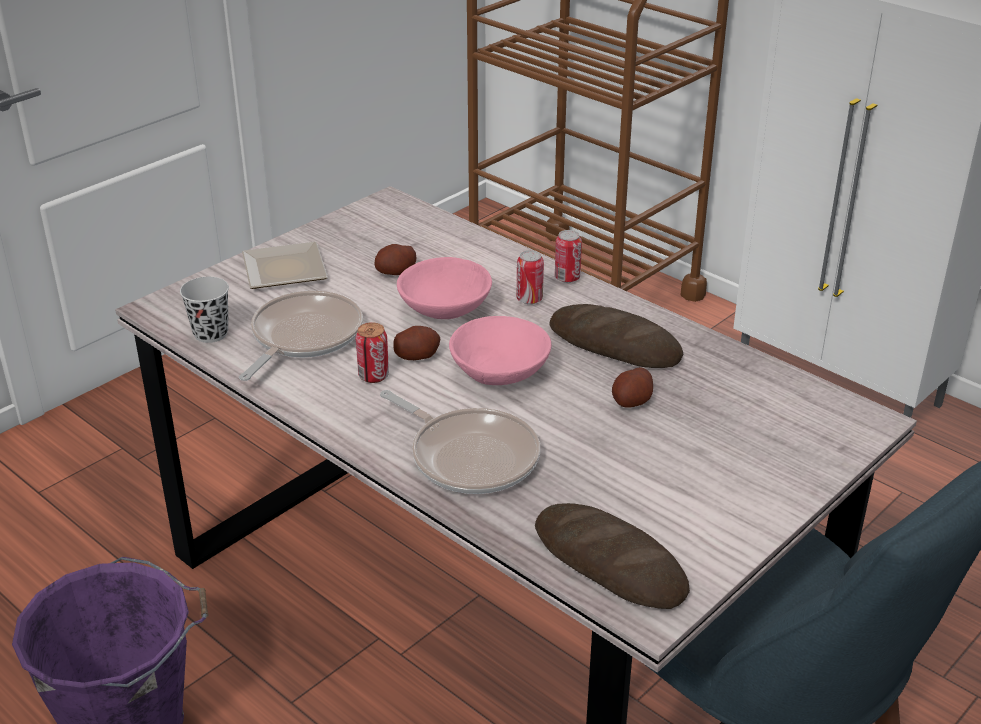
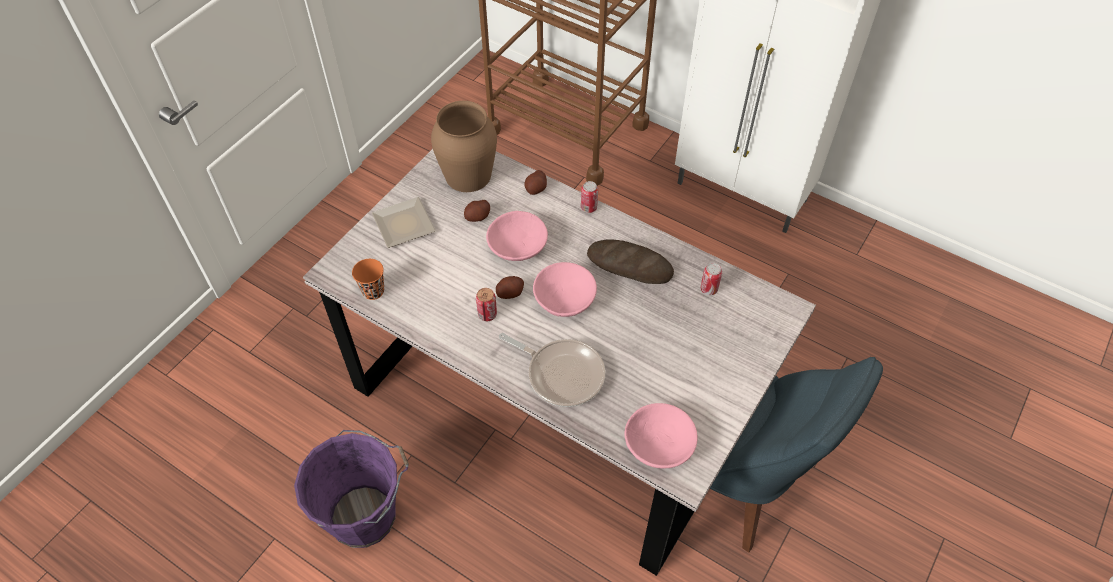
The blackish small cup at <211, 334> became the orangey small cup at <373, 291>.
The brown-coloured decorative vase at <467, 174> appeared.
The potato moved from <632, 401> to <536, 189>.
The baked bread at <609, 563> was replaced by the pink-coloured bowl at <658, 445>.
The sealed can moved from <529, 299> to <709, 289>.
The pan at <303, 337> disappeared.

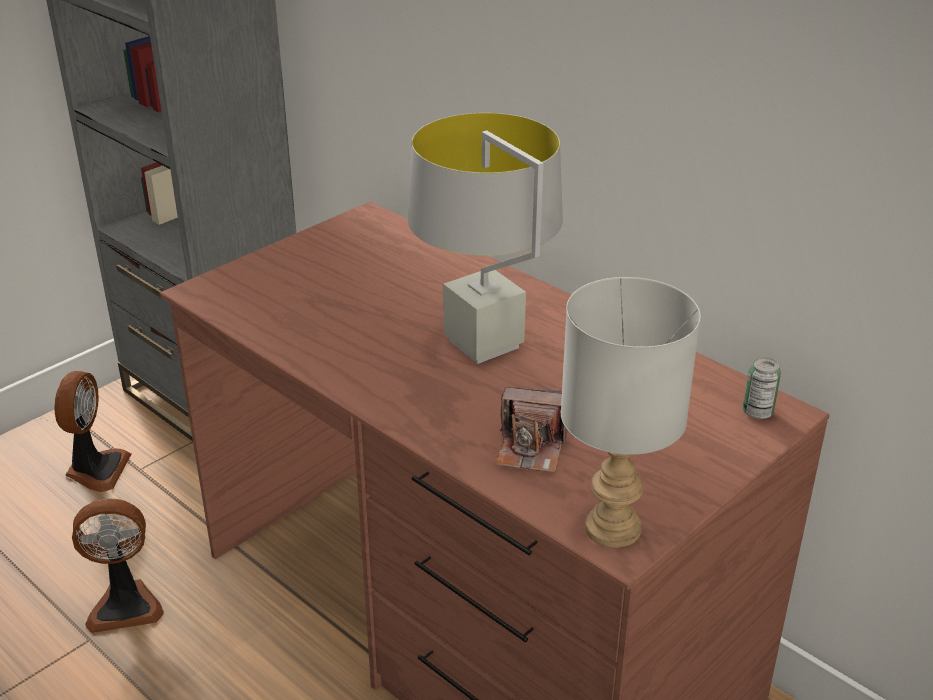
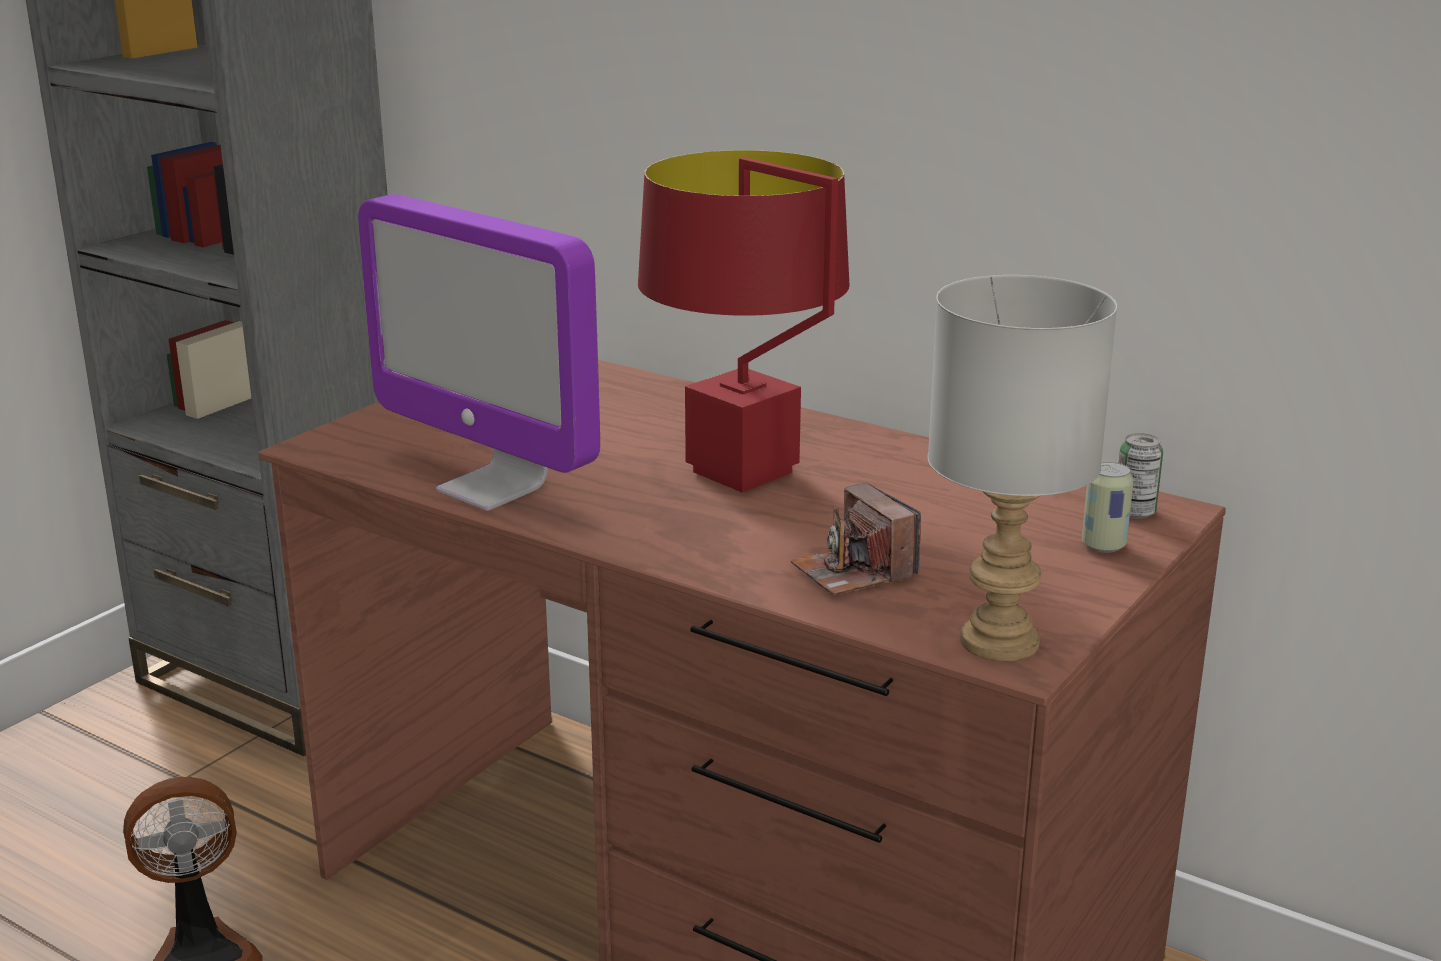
The monitor at <492, 488> appeared.
The greyish tabletop lamp at <484, 345> became the red-coloured tabletop lamp at <743, 473>.
The still camera at <531, 449> turned 60 degrees clockwise.
The sealed can at <1103, 545> appeared.
The cooling fan at <96, 470> disappeared.

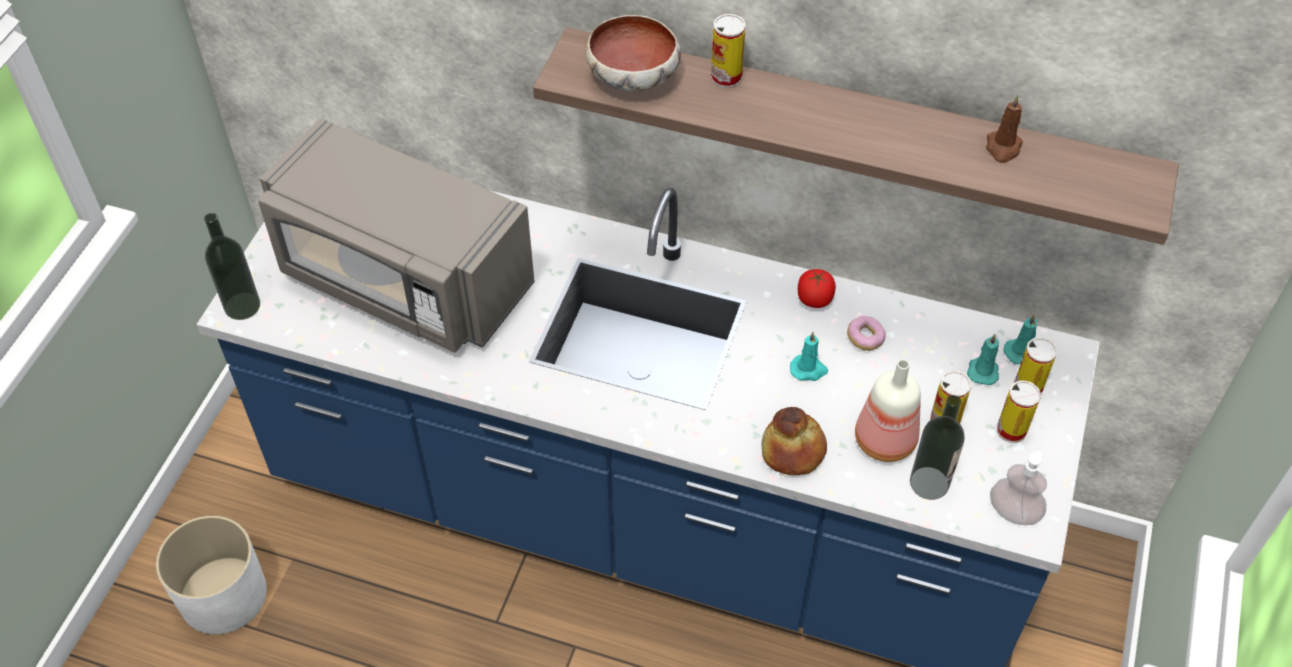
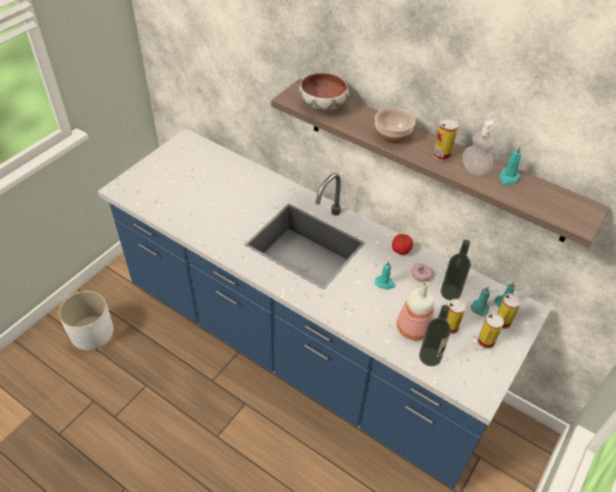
The bowl at <393, 135> appeared.
The sealed can moved from <726, 77> to <441, 155>.
The drink bottle moved from <242, 306> to <450, 292>.
The liquid soap bottle moved from <1013, 512> to <474, 170>.
The brown-coloured wax light at <1003, 148> became the turquoise wax light at <508, 178>.
The greyish microwave oven at <403, 280> disappeared.
The baked bread at <794, 450> disappeared.

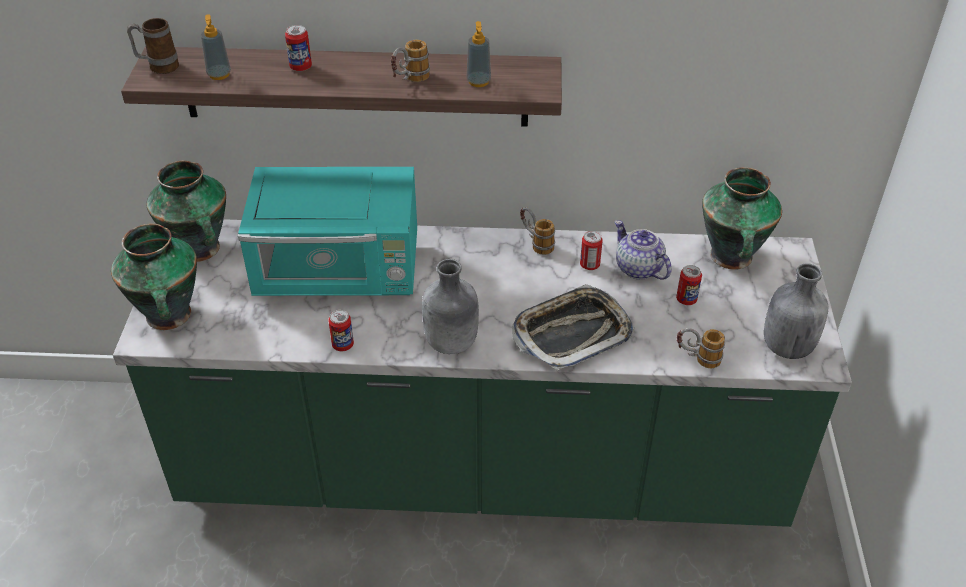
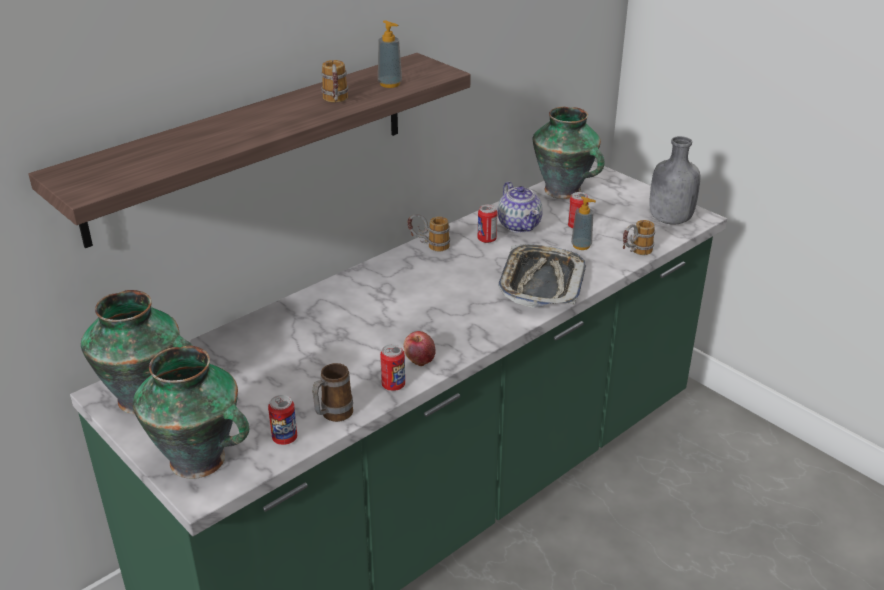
The sealed can moved from <301, 67> to <285, 438>.
The mug moved from <158, 67> to <332, 416>.
The apple fruit at <419, 359> appeared.
The tea pot at <638, 268> turned 120 degrees counterclockwise.
The liquid soap bottle moved from <219, 75> to <581, 246>.
The turquoise microwave oven at <340, 273> disappeared.
The greyish drink bottle at <451, 343> disappeared.

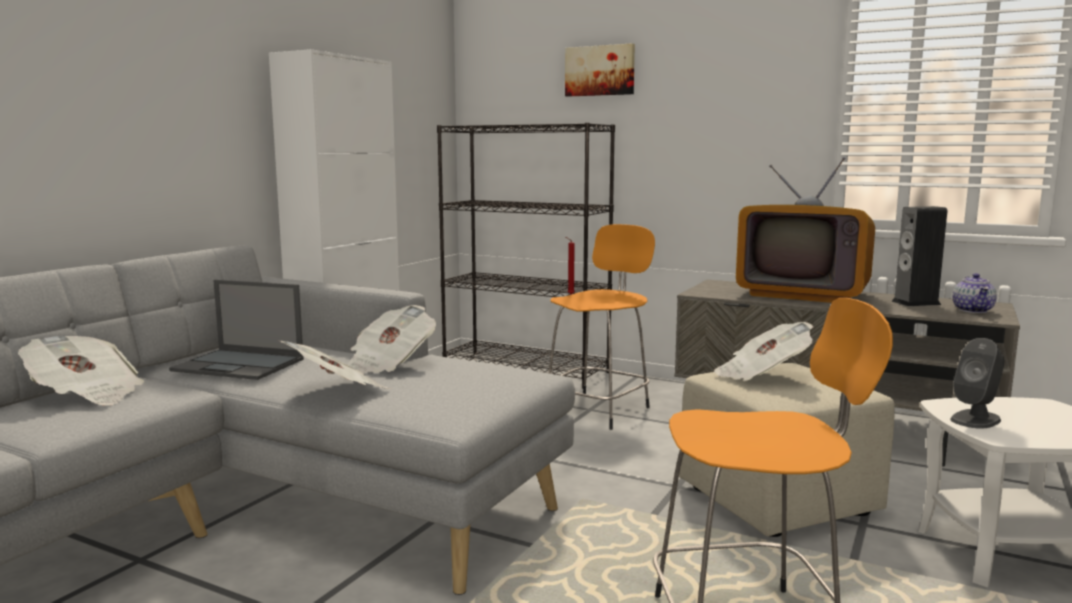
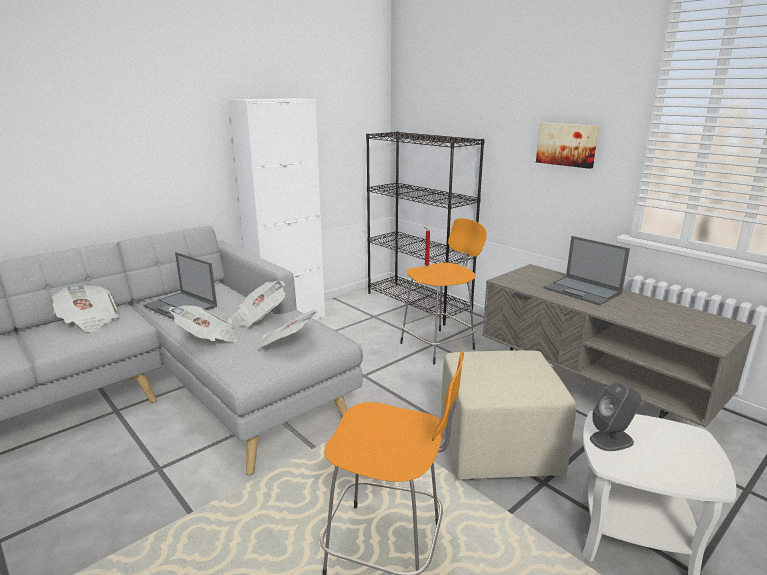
The daily paper moved from <761, 375> to <287, 343>.
The picture moved from <600, 71> to <567, 144>.
The TV set at <803, 294> was replaced by the laptop at <583, 291>.
The audio speaker at <915, 303> disappeared.
The tea pot at <973, 310> disappeared.

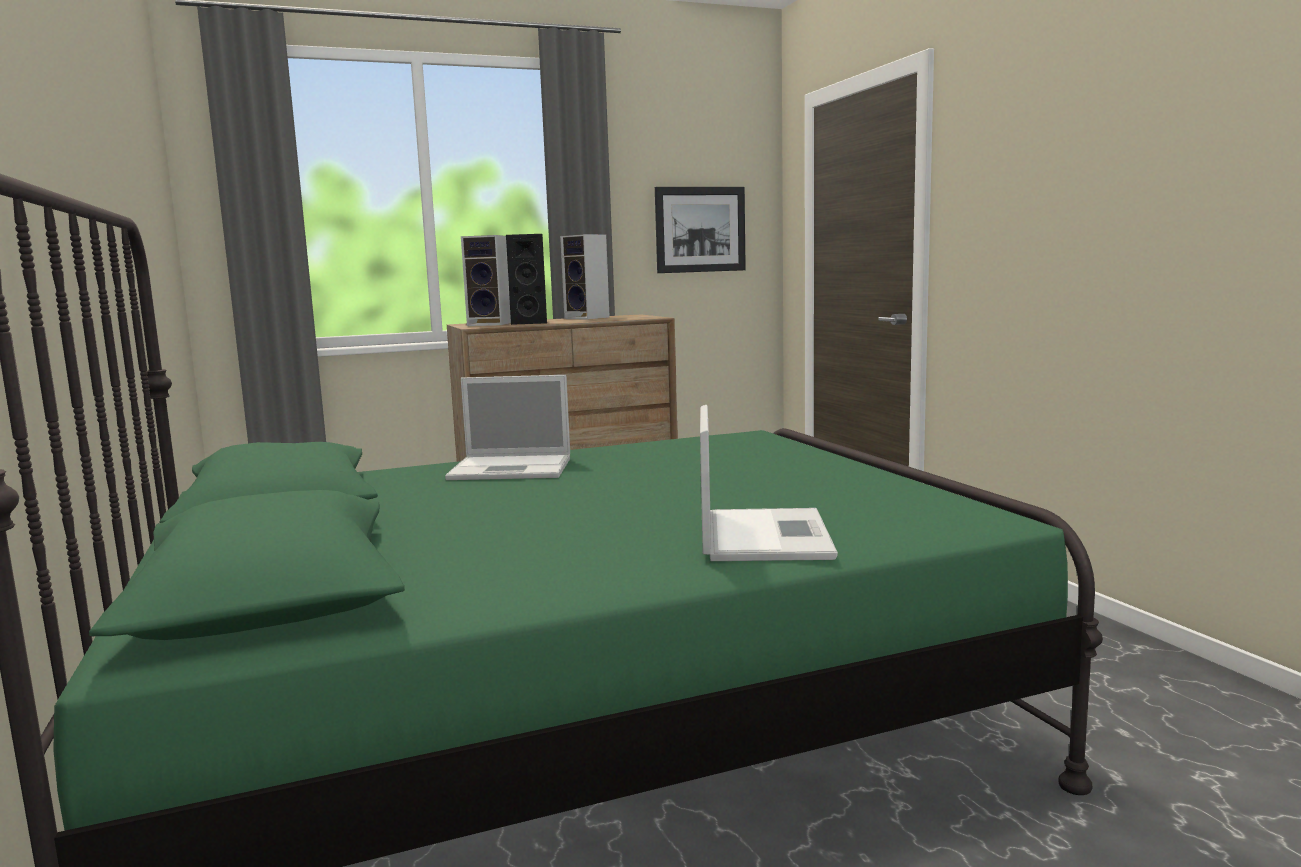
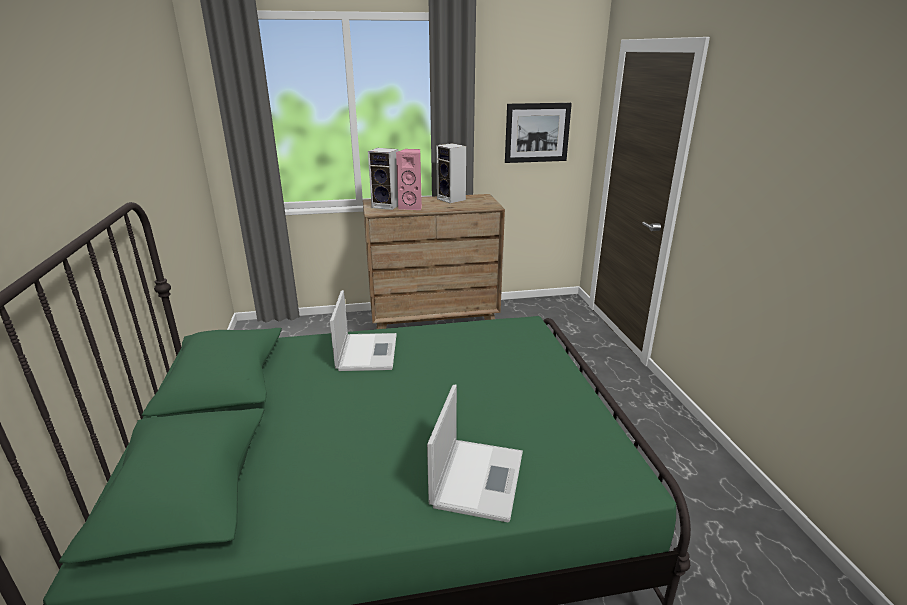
The laptop at <513, 468> turned 105 degrees counterclockwise.
The blackish audio speaker at <531, 323> became the pink-coloured audio speaker at <412, 207>.

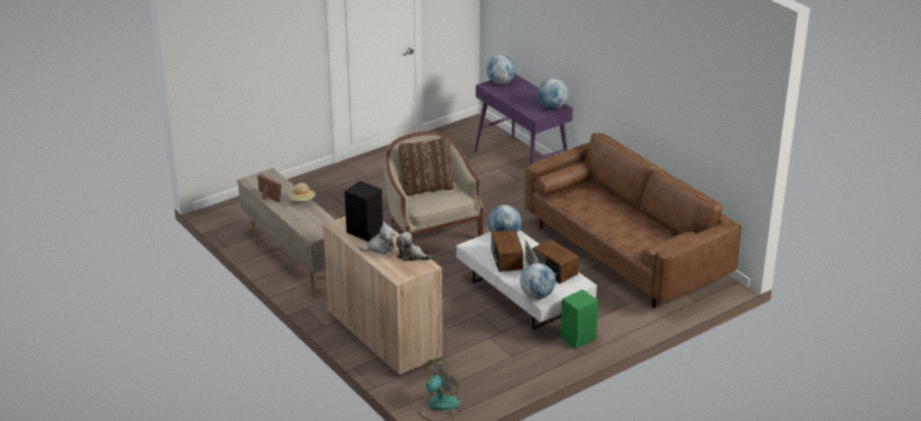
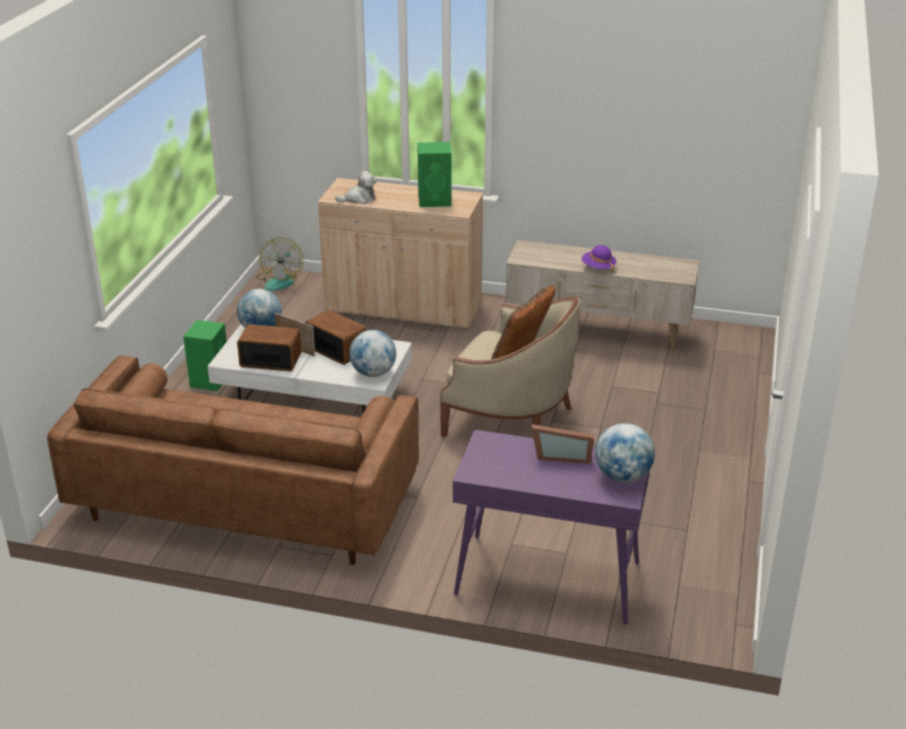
The blackish audio speaker at <364, 231> became the green audio speaker at <435, 200>.
The standing frame moved from <268, 197> to <561, 456>.
The beige wearable hat at <302, 201> became the purple wearable hat at <598, 268>.
The plush toy at <380, 248> disappeared.
The globe at <552, 107> disappeared.

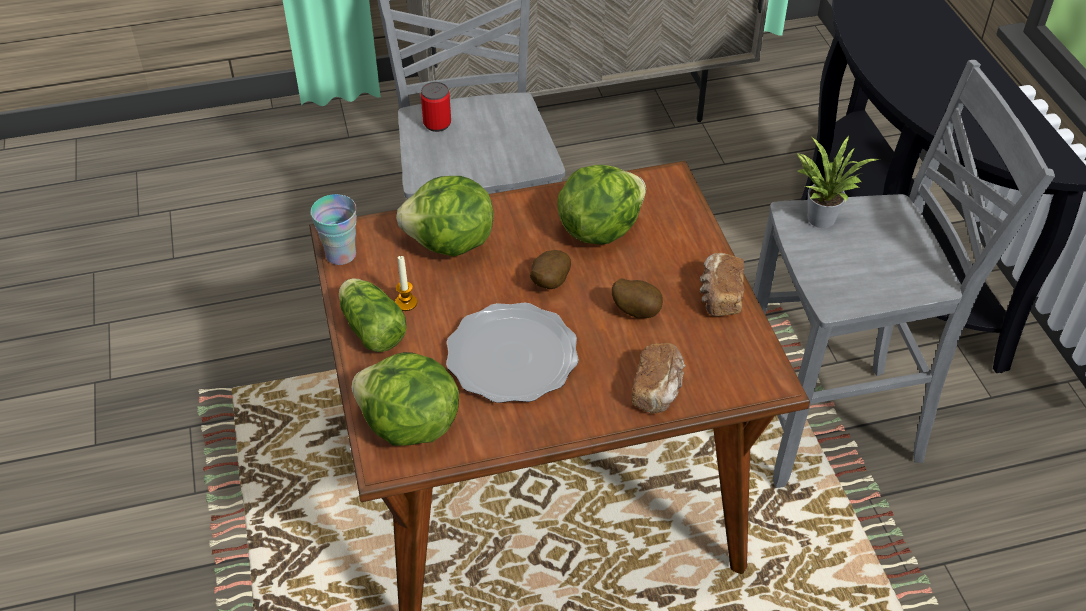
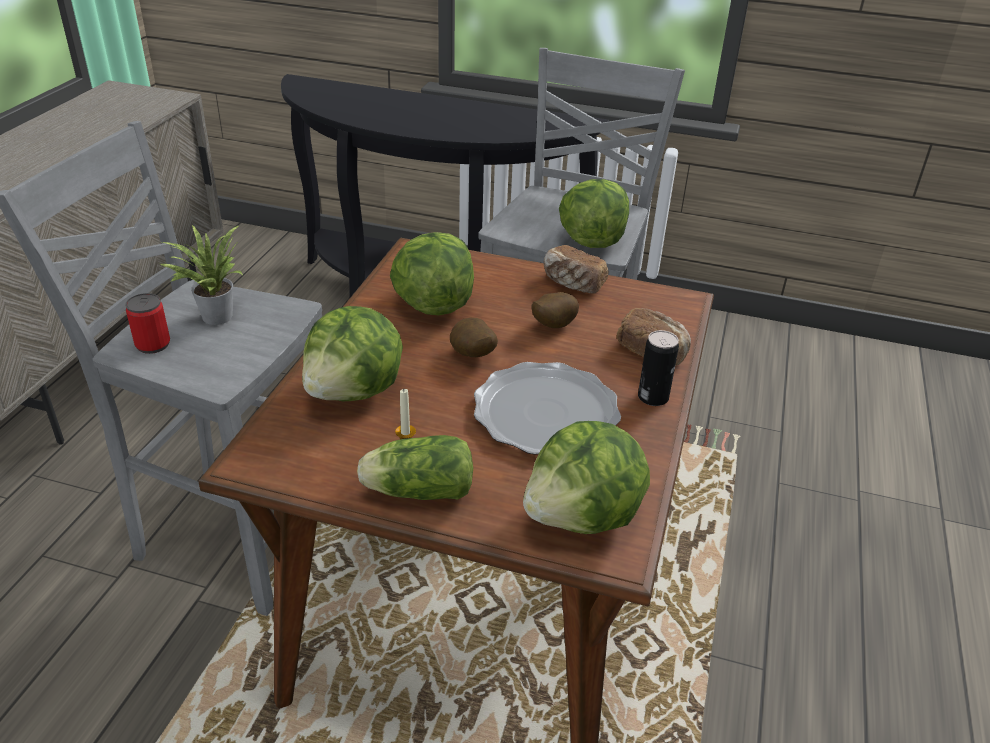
The plant in a pot moved from <820, 216> to <214, 315>.
The lettuce at <591, 241> appeared.
The sealed can at <653, 397> appeared.
The small cup at <341, 255> disappeared.

